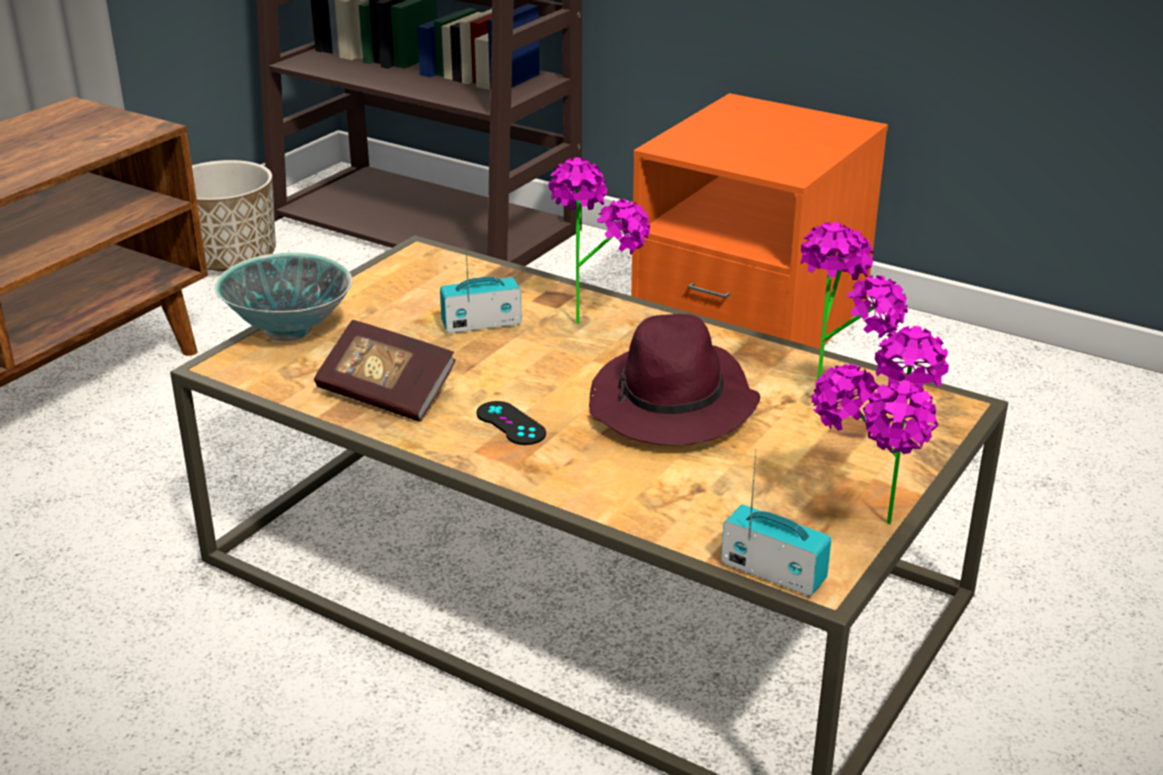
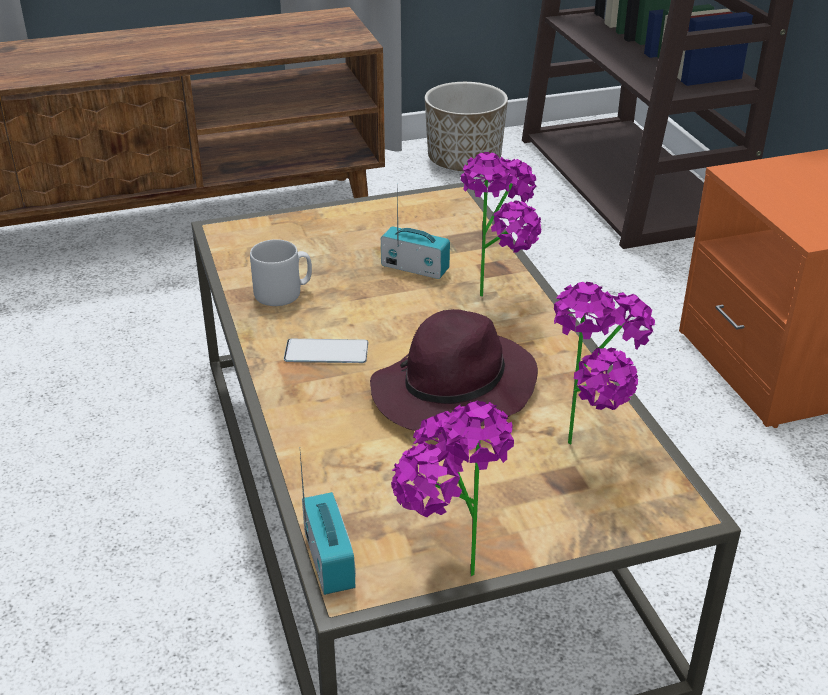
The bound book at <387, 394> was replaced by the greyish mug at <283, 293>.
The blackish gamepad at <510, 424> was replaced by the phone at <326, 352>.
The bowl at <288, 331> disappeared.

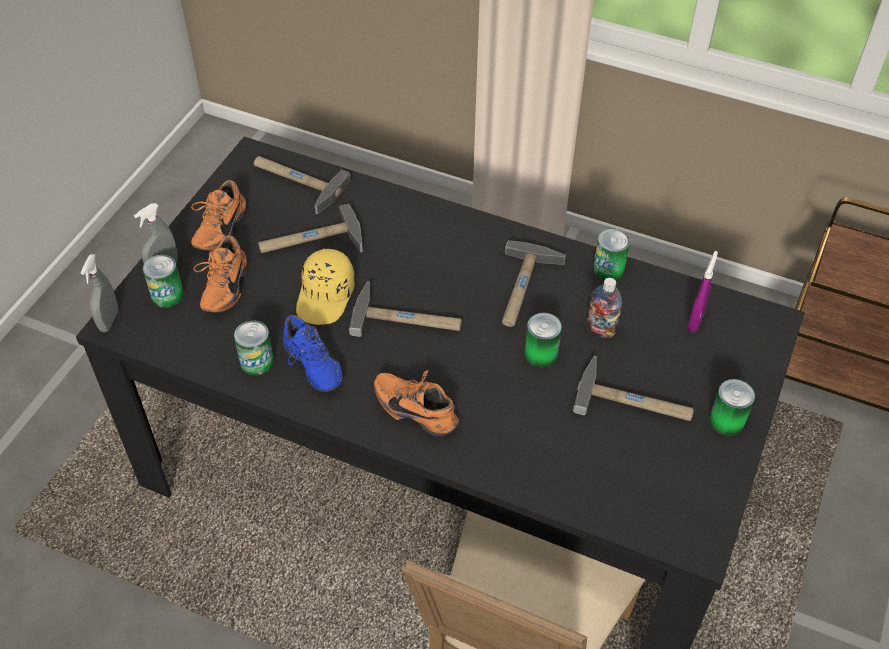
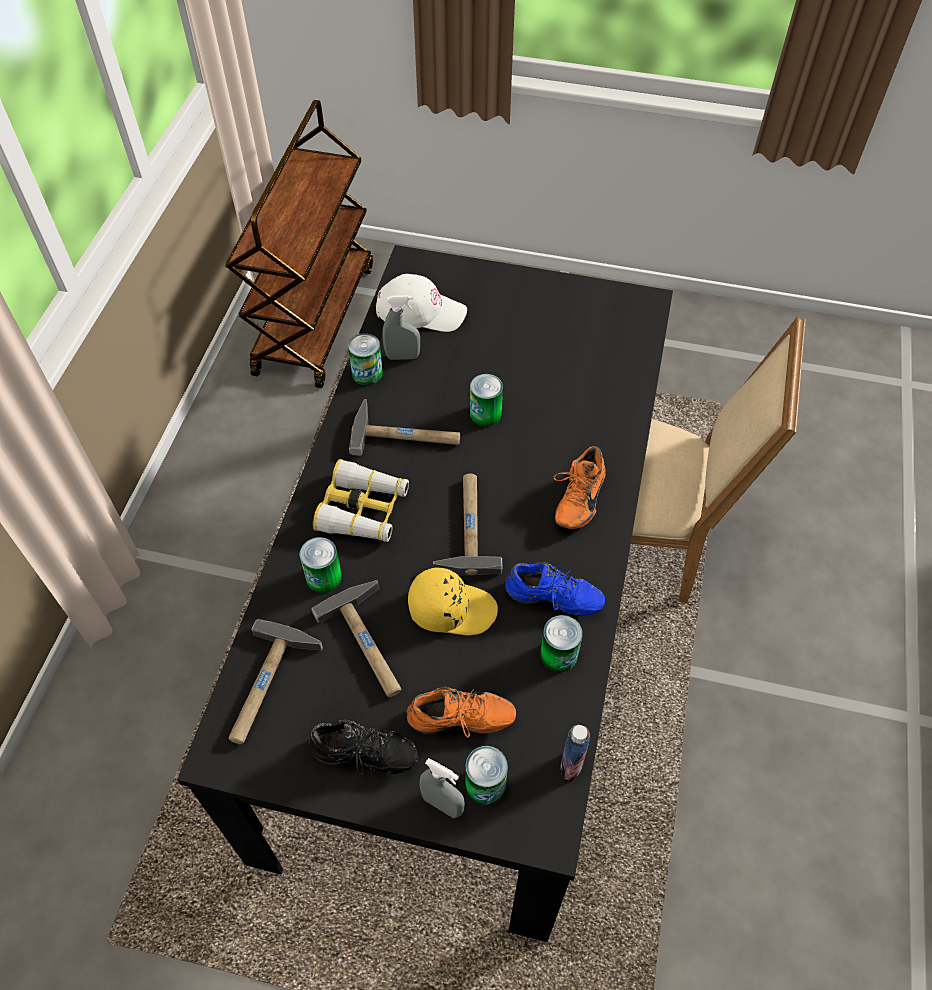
The sealed can moved from <726, 420> to <323, 577>.
The orangey low shoe at <218, 229> became the blackish low shoe at <363, 758>.
The binoculars at <363, 509> appeared.
The purple hand sprayer at <695, 321> was replaced by the white-coloured cap at <421, 311>.
The greyish hand sprayer moved from <109, 320> to <402, 356>.
The blue-coloured low shoe at <310, 367> turned 60 degrees clockwise.
The drink bottle moved from <601, 330> to <571, 764>.
The tool hammer at <634, 401> disappeared.

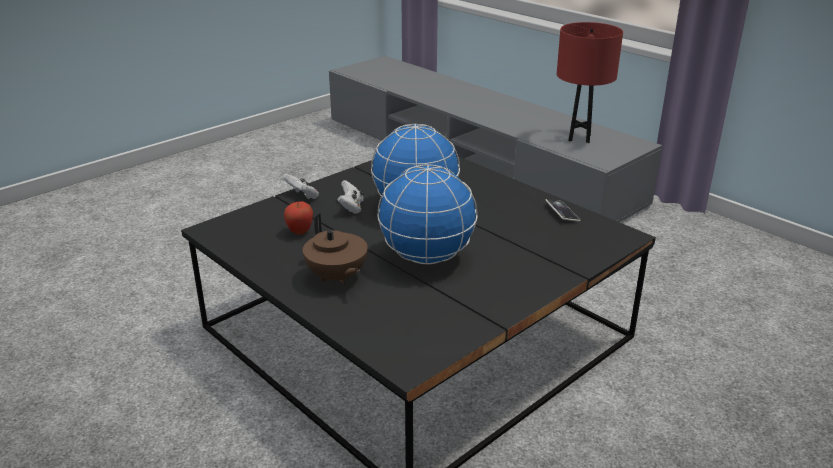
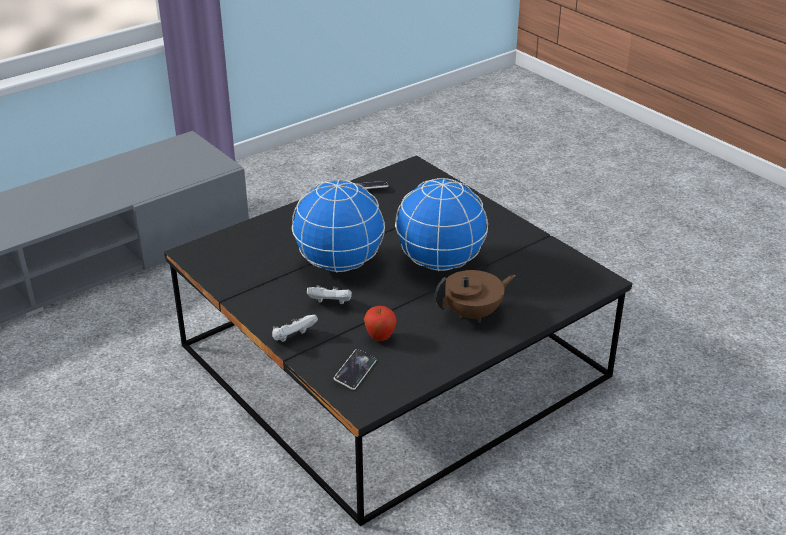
The phone at <355, 372> appeared.
The red-coloured tabletop lamp at <579, 138> disappeared.

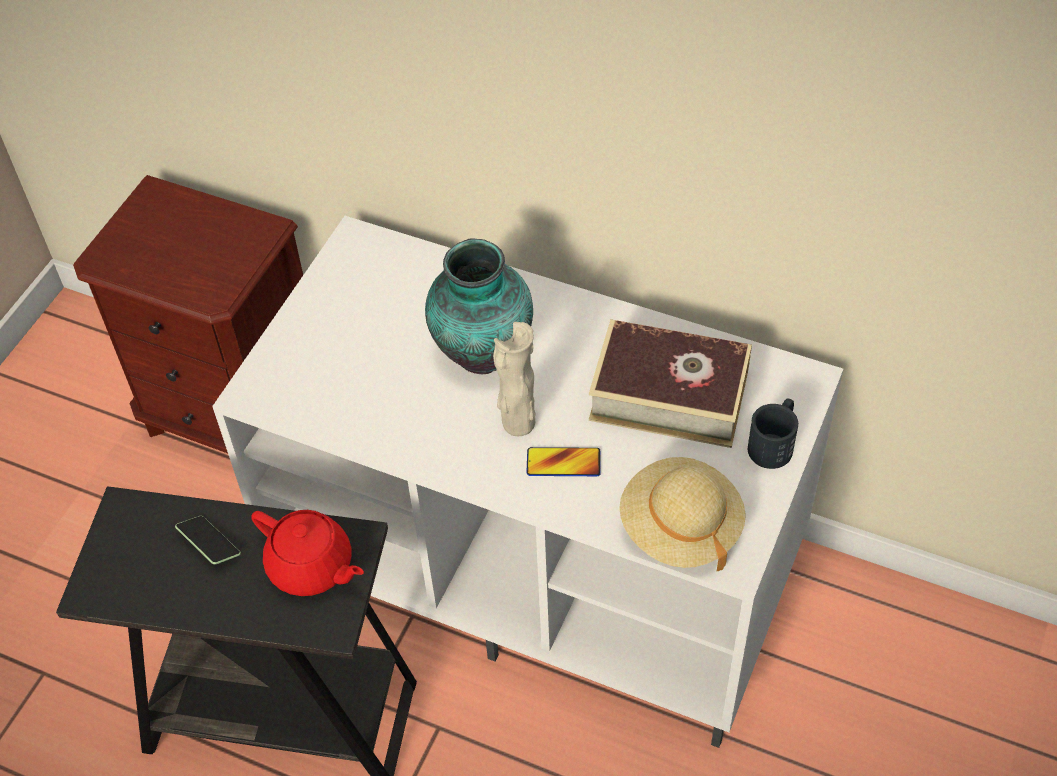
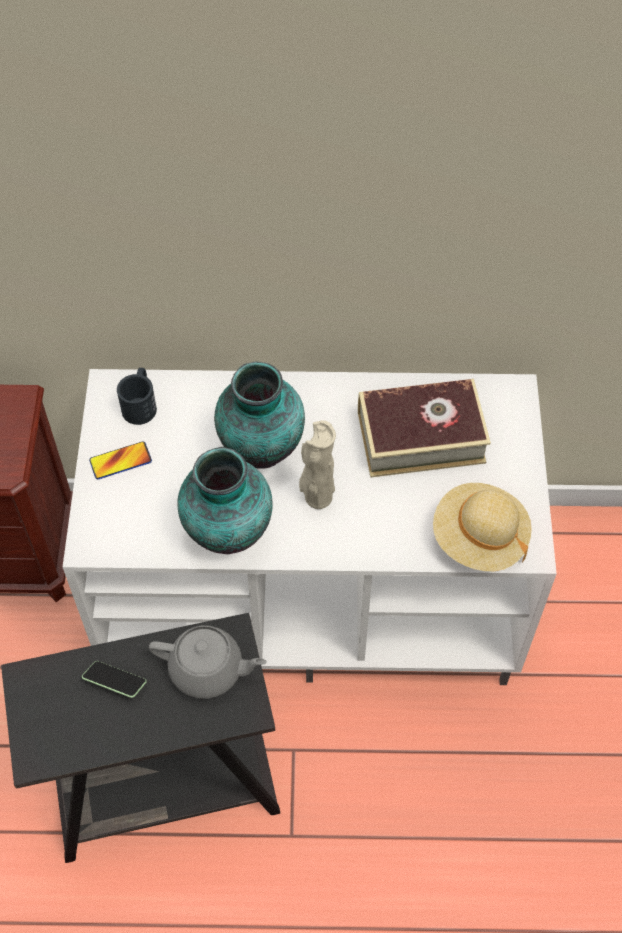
The phone moved from <563, 463> to <120, 461>.
The blackish mug moved from <774, 442> to <140, 403>.
The red-coloured tea pot at <312, 567> became the greyish tea pot at <208, 670>.
The decorative vase at <227, 534> appeared.

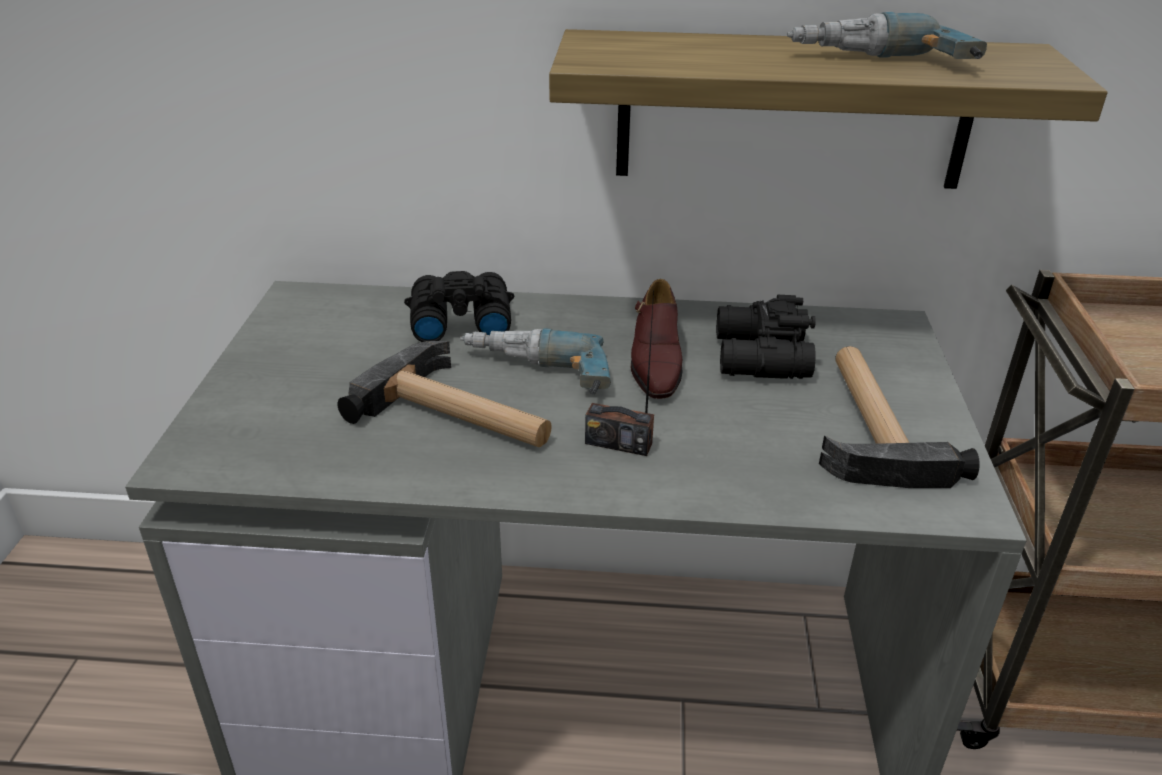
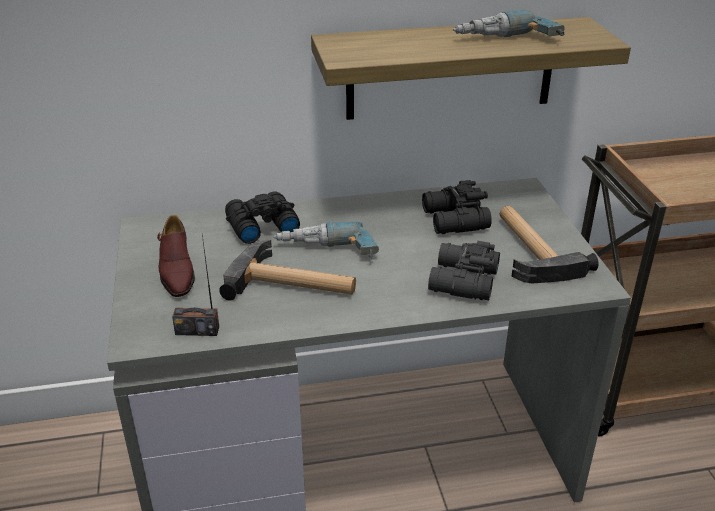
The brown-coloured low shoe moved from <655, 362> to <176, 271>.
The radio set moved from <618, 443> to <197, 330>.
The blackish binoculars at <461, 281> appeared.

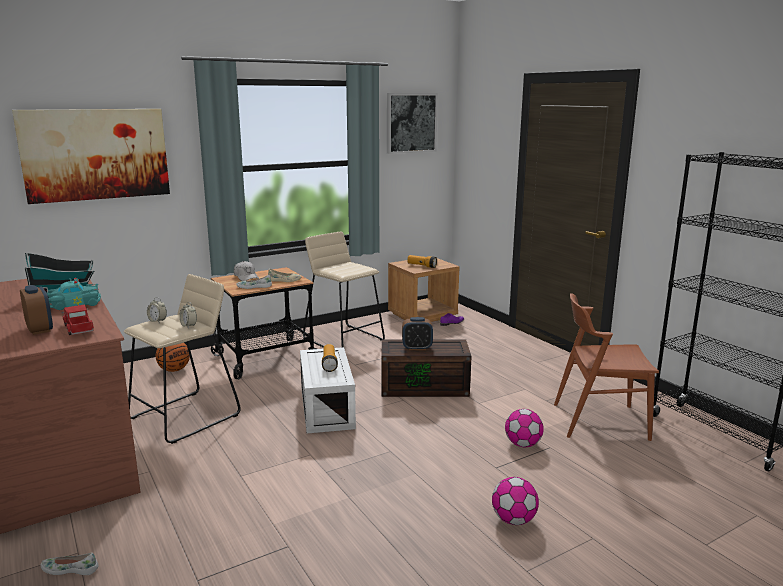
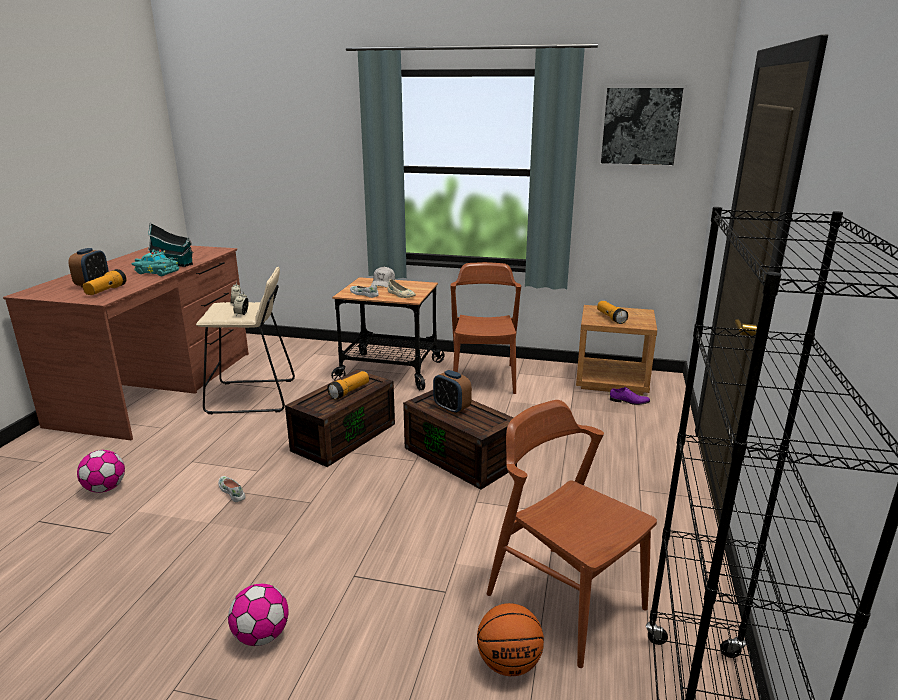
The football ball moved from <522, 444> to <105, 488>.
The toy lorry at <79, 329> was replaced by the hand torch at <106, 291>.
The white-coloured low shoe moved from <70, 569> to <232, 491>.
The white-coloured storage container at <325, 408> became the brown-coloured storage container at <344, 436>.
The beige sitting stool at <344, 339> was replaced by the brown-coloured upright chair at <484, 378>.
The basketball ball moved from <174, 370> to <509, 663>.
The picture at <96, 154> disappeared.

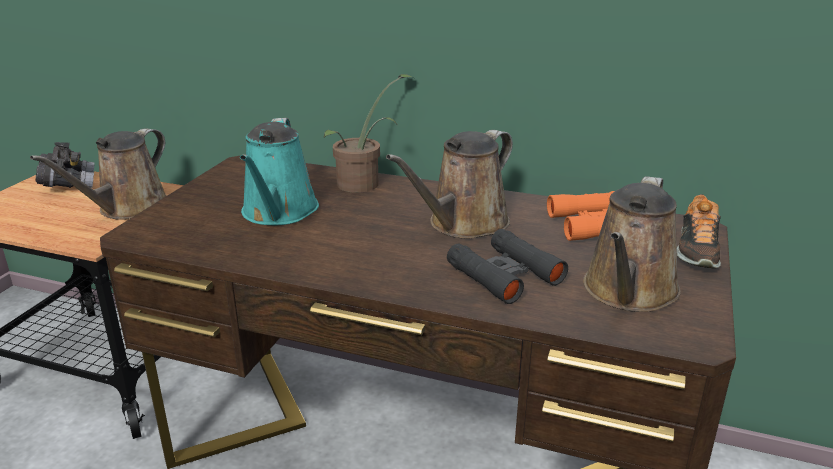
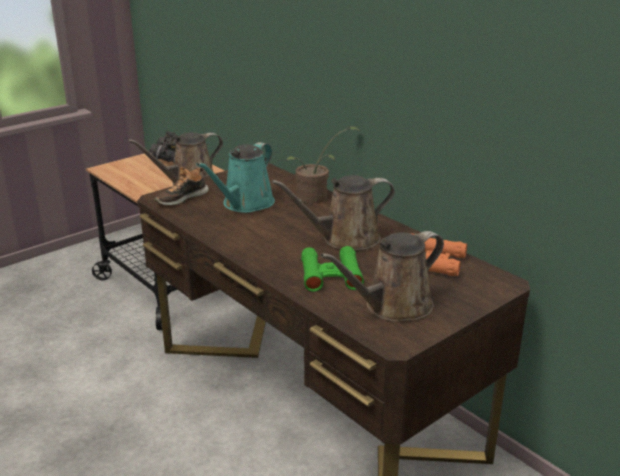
The low shoe moved from <696, 250> to <181, 198>.
The blackish binoculars at <505, 274> became the green binoculars at <330, 275>.

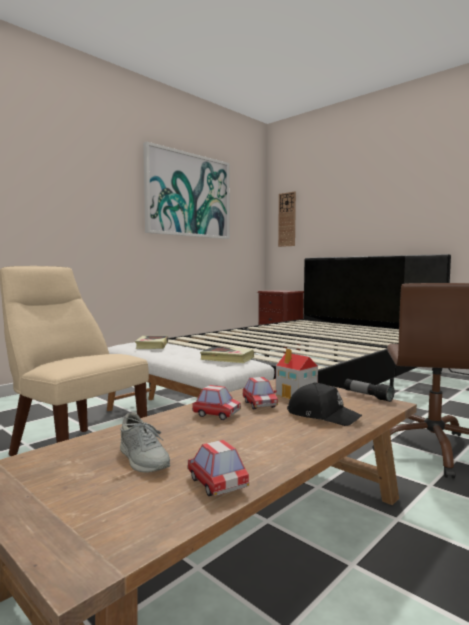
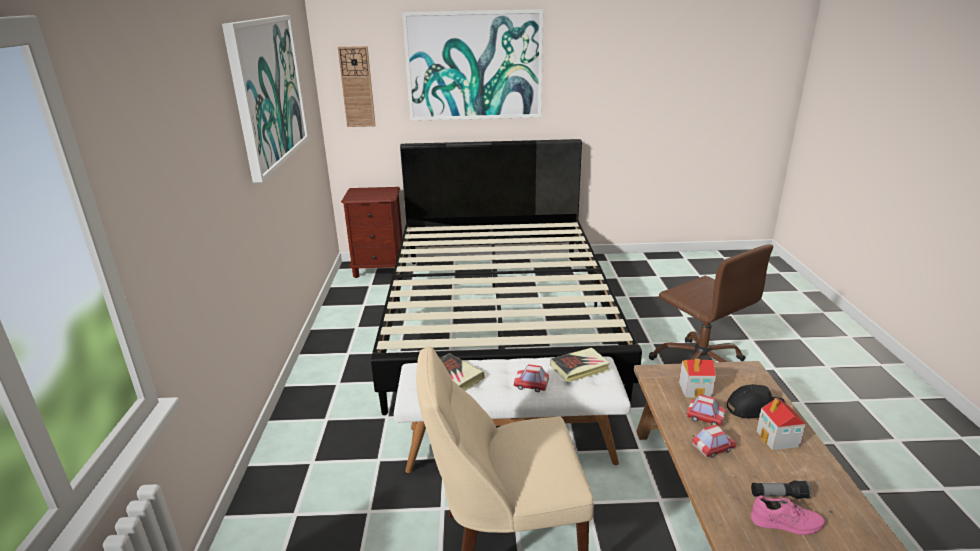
The picture at <474, 66> appeared.
The miniature car moved from <216, 483> to <531, 385>.
The hand torch moved from <367, 396> to <778, 496>.
The greyish low shoe at <143, 459> became the pink-coloured low shoe at <786, 523>.
The miniature house at <778, 439> appeared.

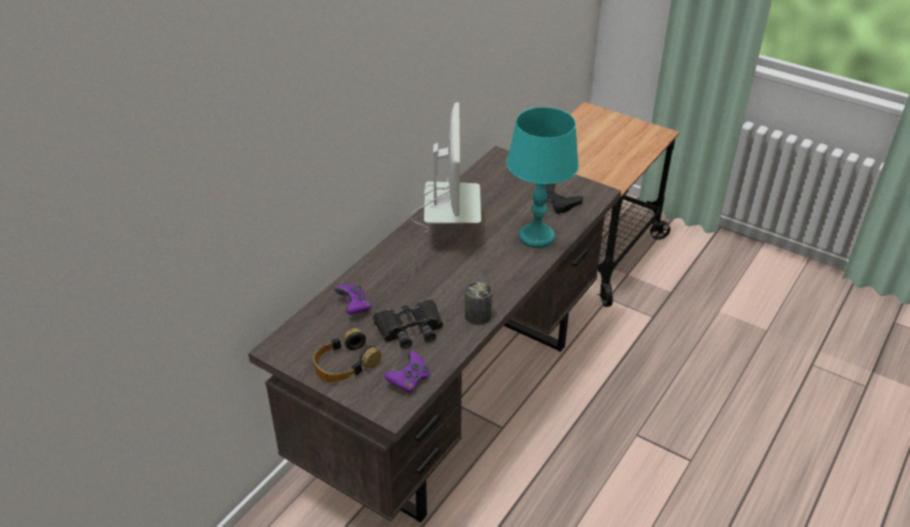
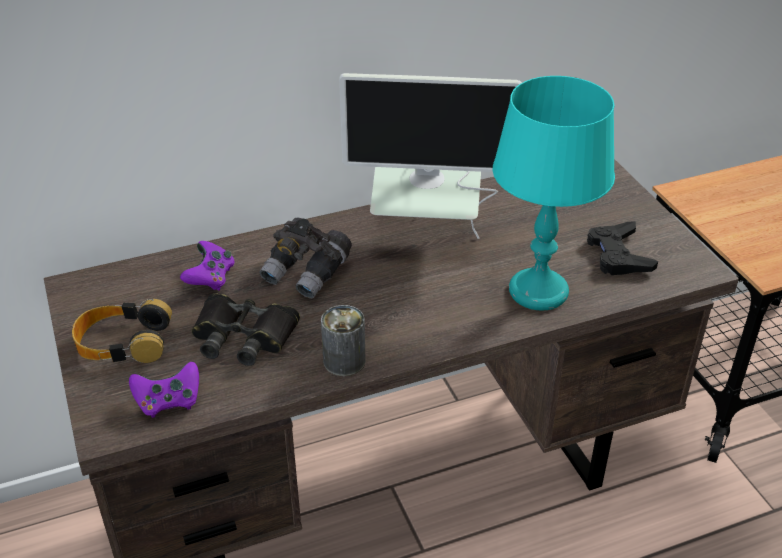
The greyish binoculars at <307, 273> appeared.
The monitor at <449, 232> turned 60 degrees clockwise.

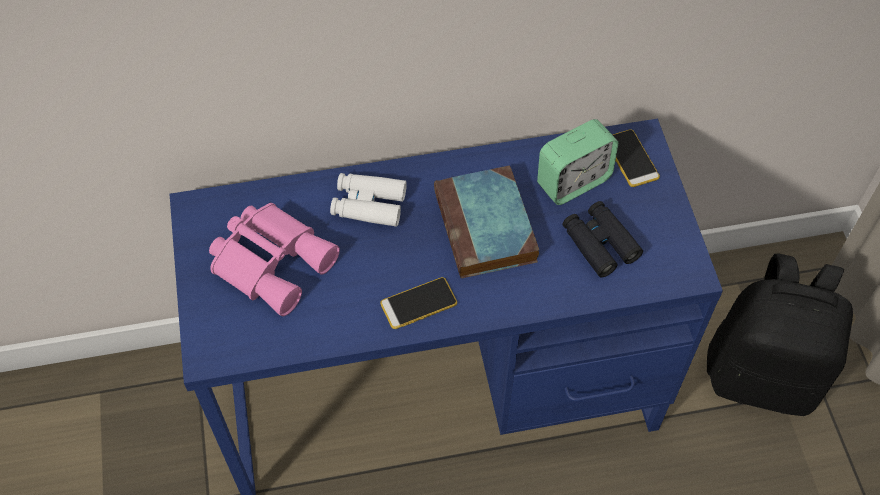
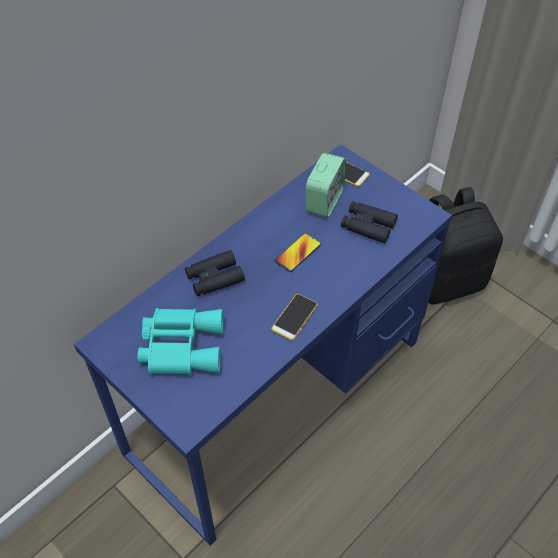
The pink-coloured binoculars at <273, 260> became the turquoise binoculars at <181, 344>.
The white-coloured binoculars at <368, 204> became the blackish binoculars at <214, 278>.
The bound book at <486, 229> was replaced by the phone at <298, 253>.

